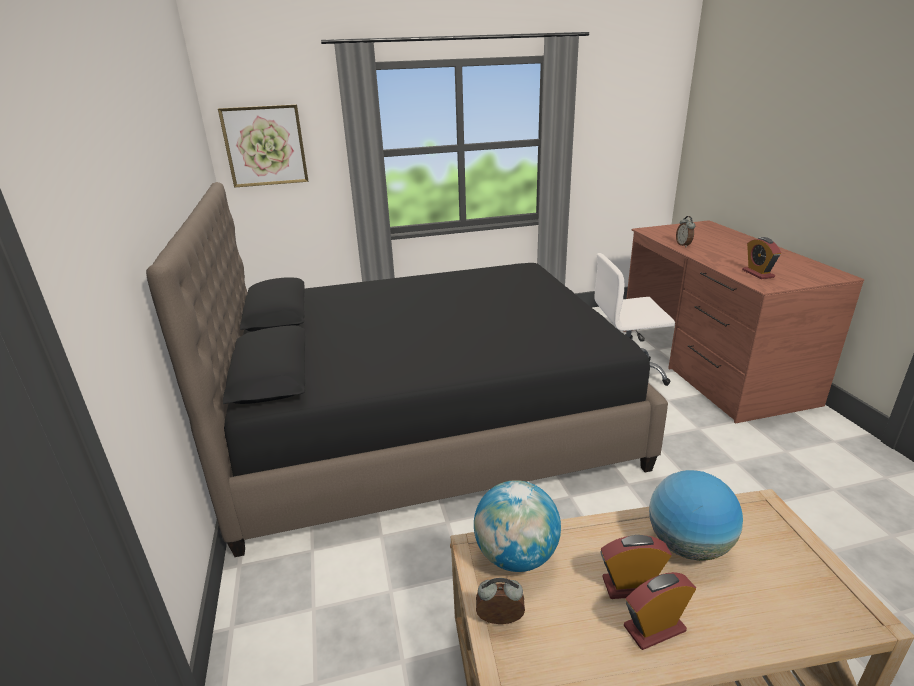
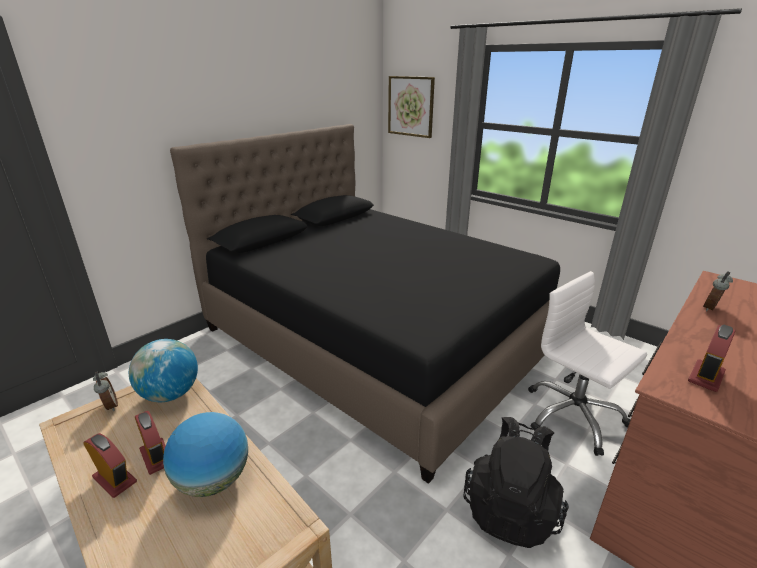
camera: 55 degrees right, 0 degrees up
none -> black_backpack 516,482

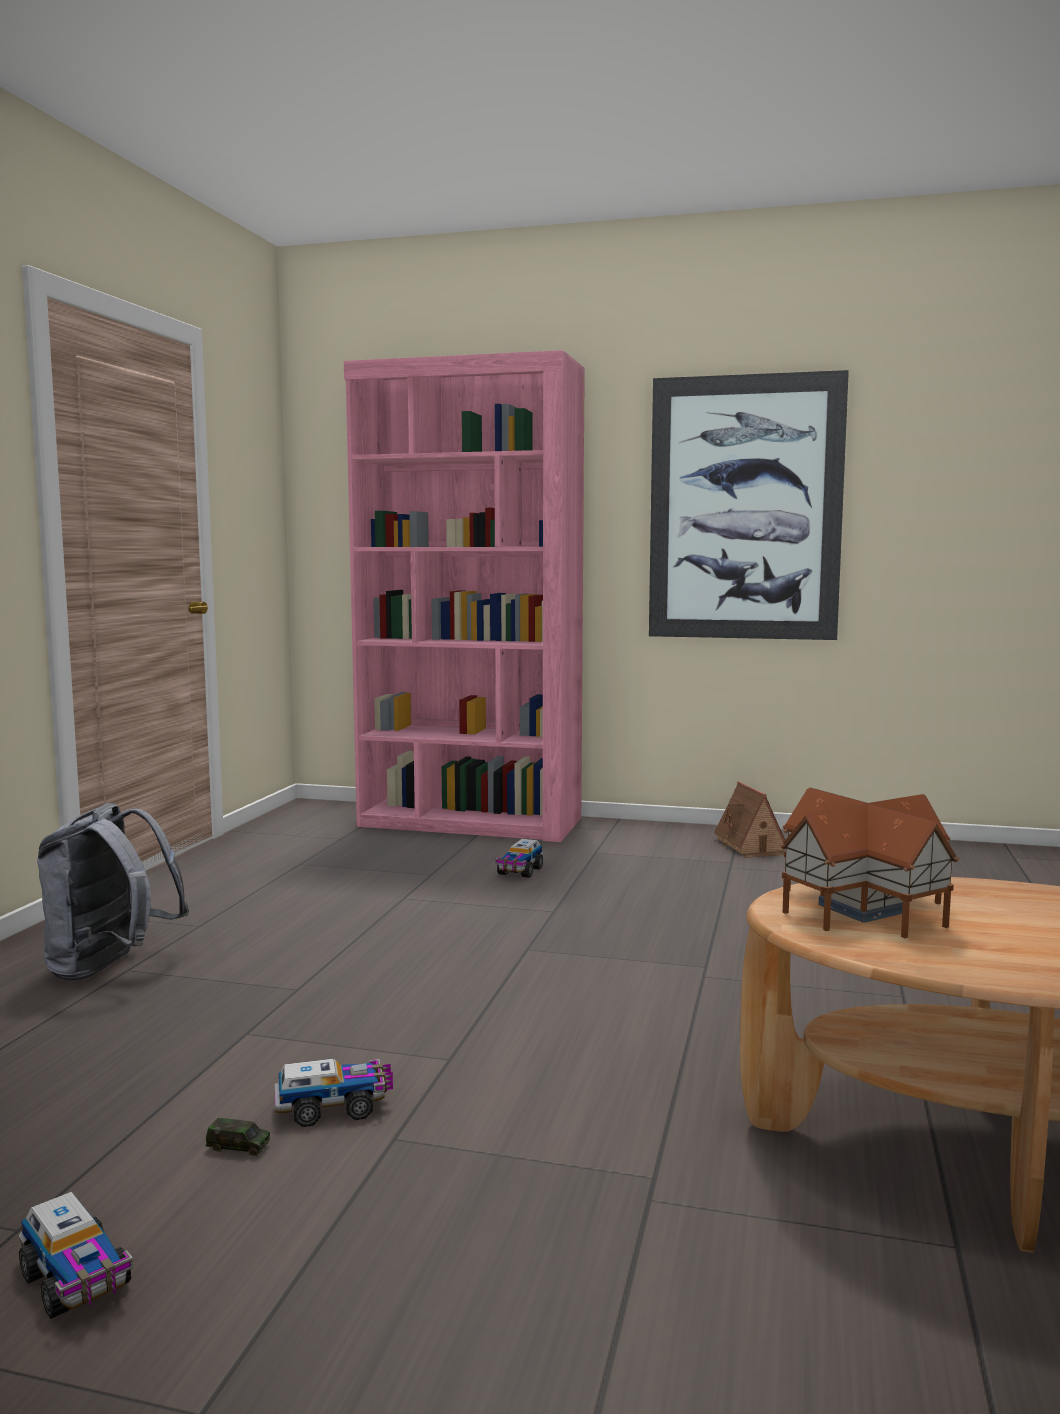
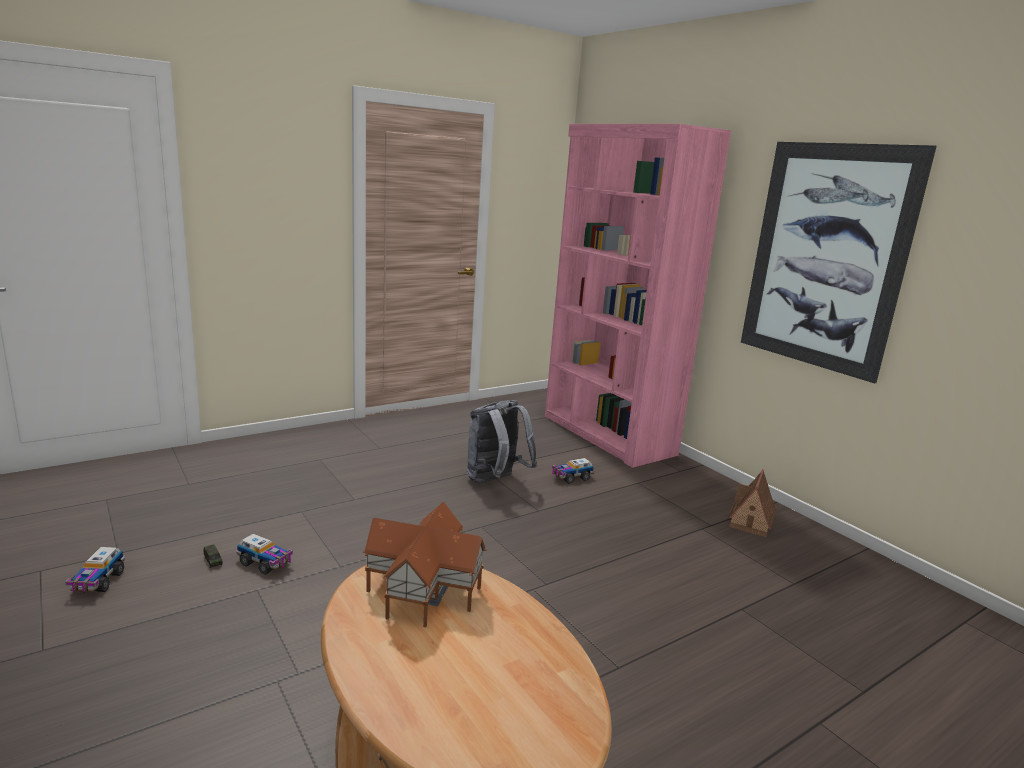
camera: 40 degrees right, 10 degrees up
grey_backpack 113,892 -> grey_backpack 502,441, shifted

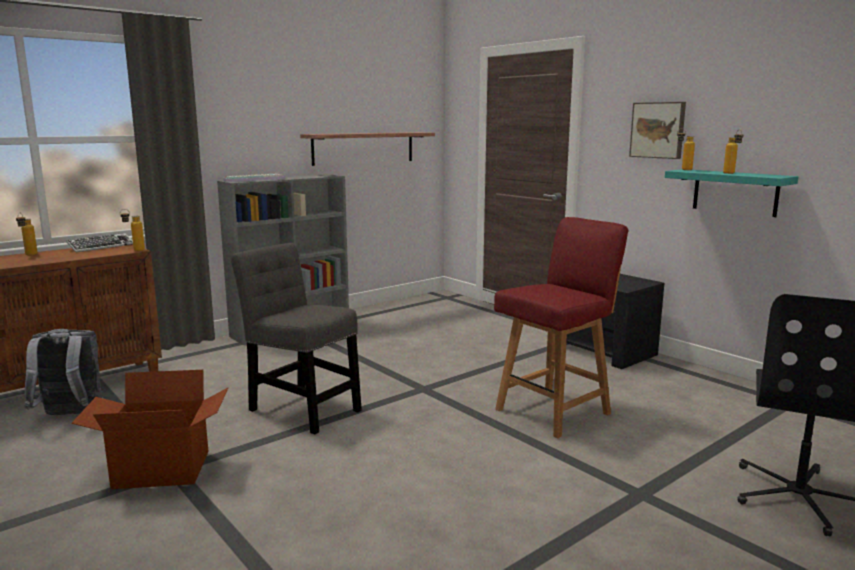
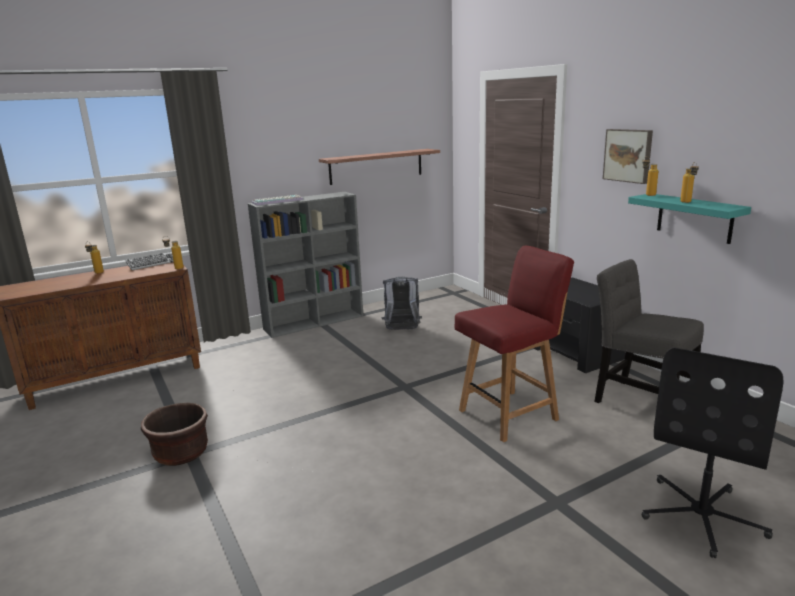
camera: 10 degrees right, 5 degrees up
grey_backpack 64,372 -> grey_backpack 402,303, shifted
cardboard_box 149,429 -> brown_planter 174,434
grey_chair 296,338 -> grey_chair 649,331, shifted

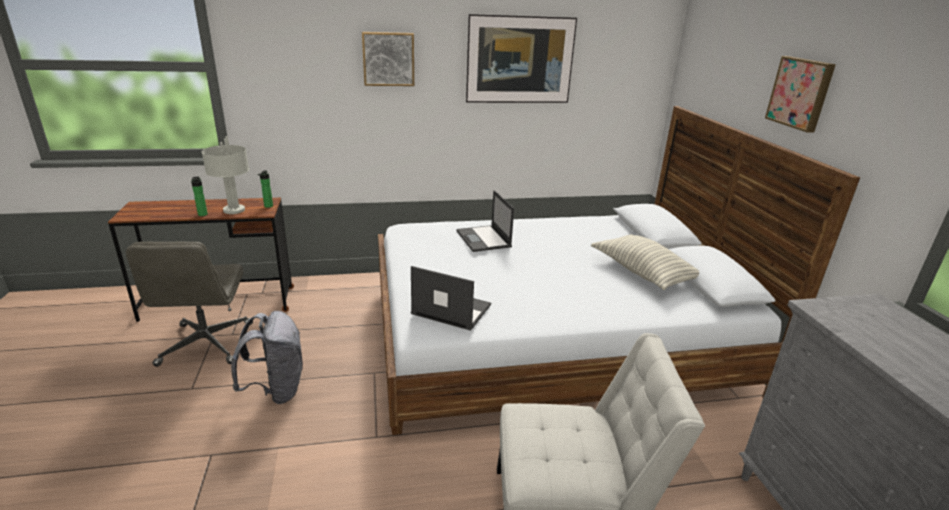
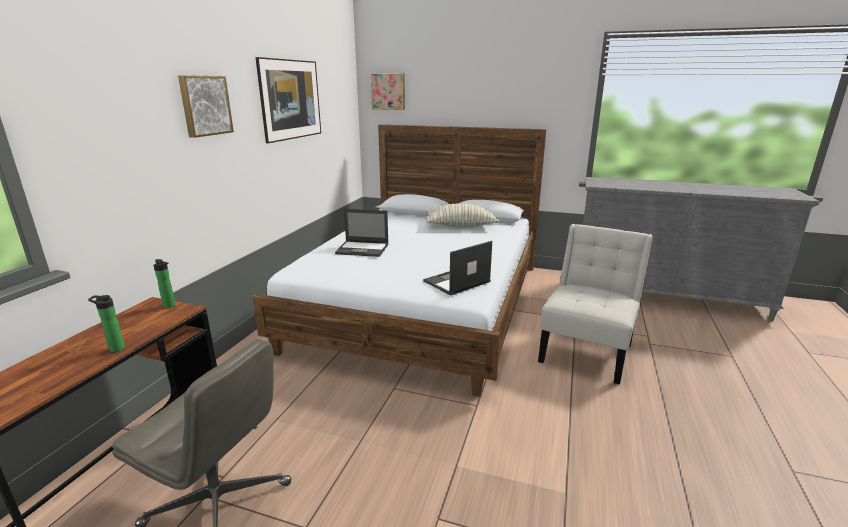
camera: 60 degrees left, 5 degrees down
grey_table_lamp 225,175 -> none
grey_backpack 267,357 -> none
picture 800,94 -> picture 388,91, shifted

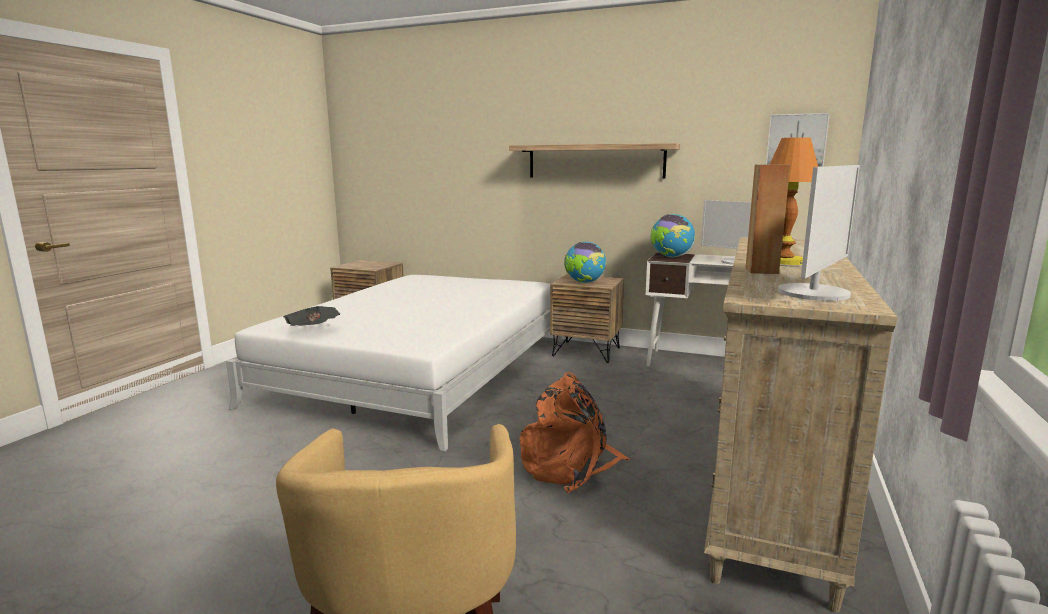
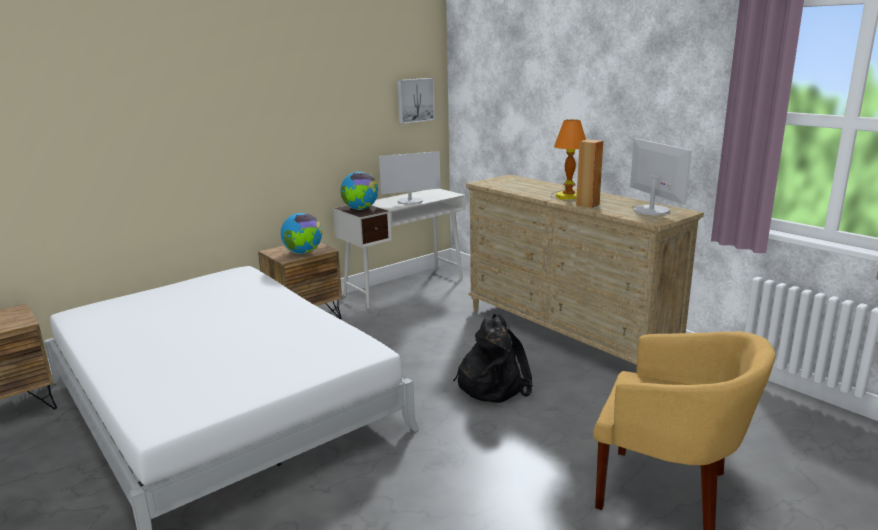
camera: 60 degrees left, 5 degrees up
newspaper 311,316 -> none
shelf 594,160 -> none
orange_backpack 575,432 -> black_backpack 493,358

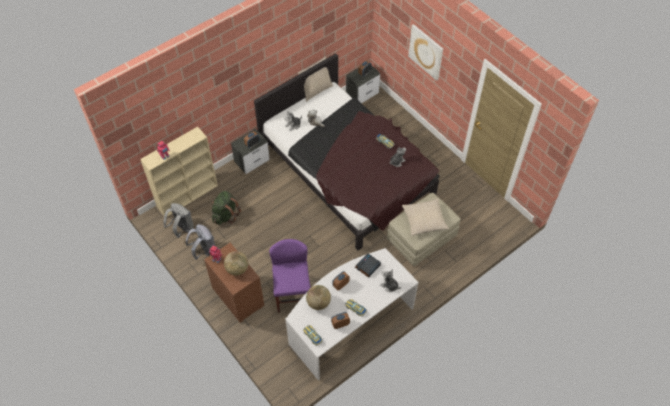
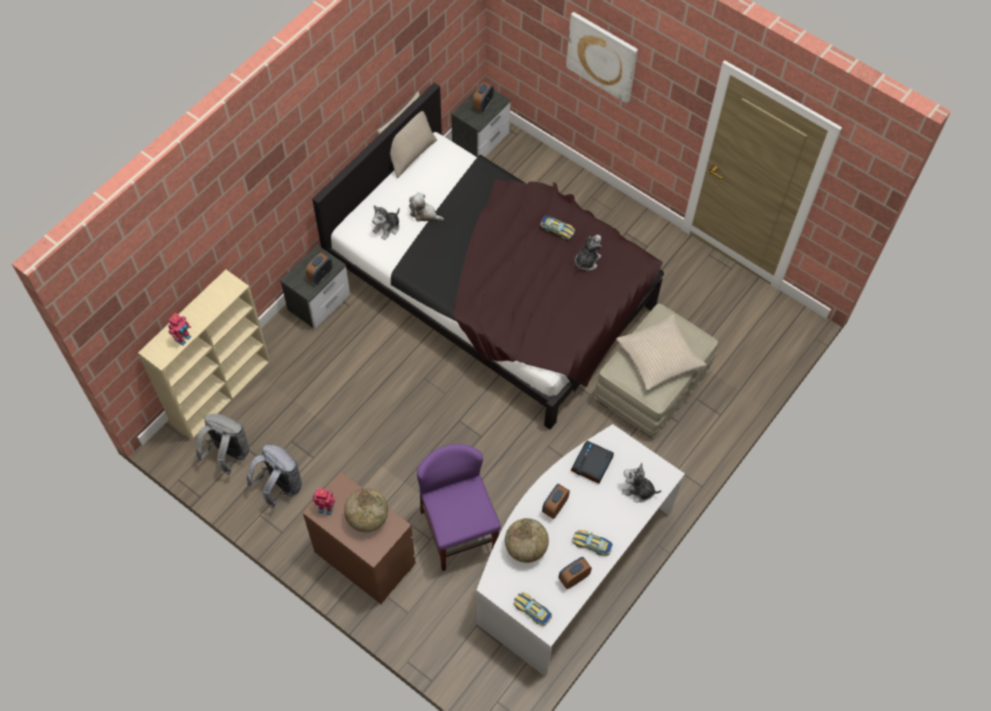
camera: 15 degrees left, 5 degrees up
green_backpack 226,208 -> none

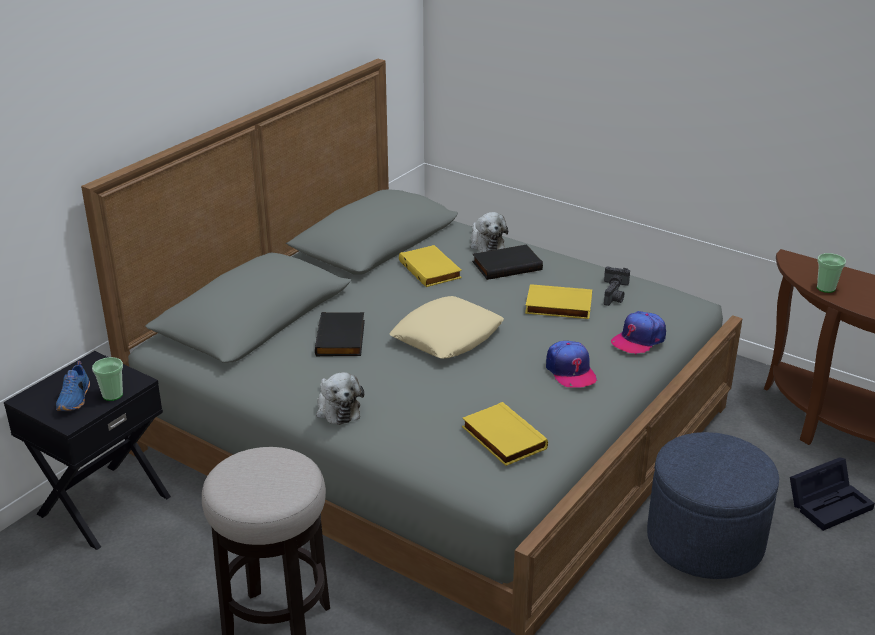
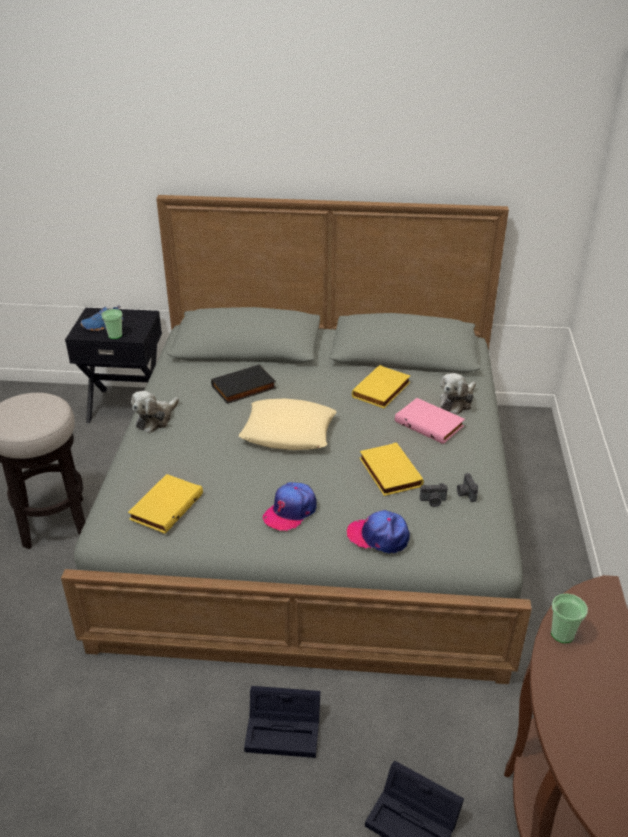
camera: 60 degrees right, 5 degrees up
black_book 507,262 -> pink_book 430,421
blue_ottoman 713,505 -> black_storage_box 282,722

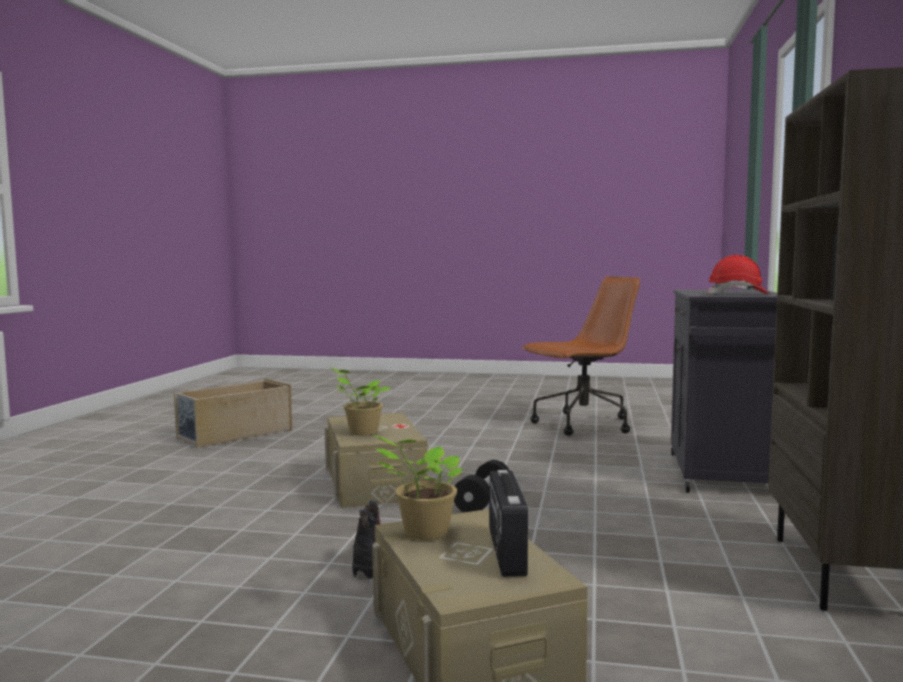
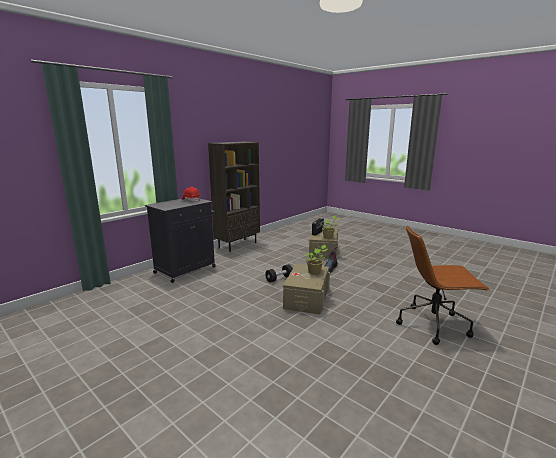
camera: 150 degrees left, 10 degrees up
beige_storage_box 233,413 -> none
brown_office_chair 581,356 -> brown_office_chair 443,285, shifted

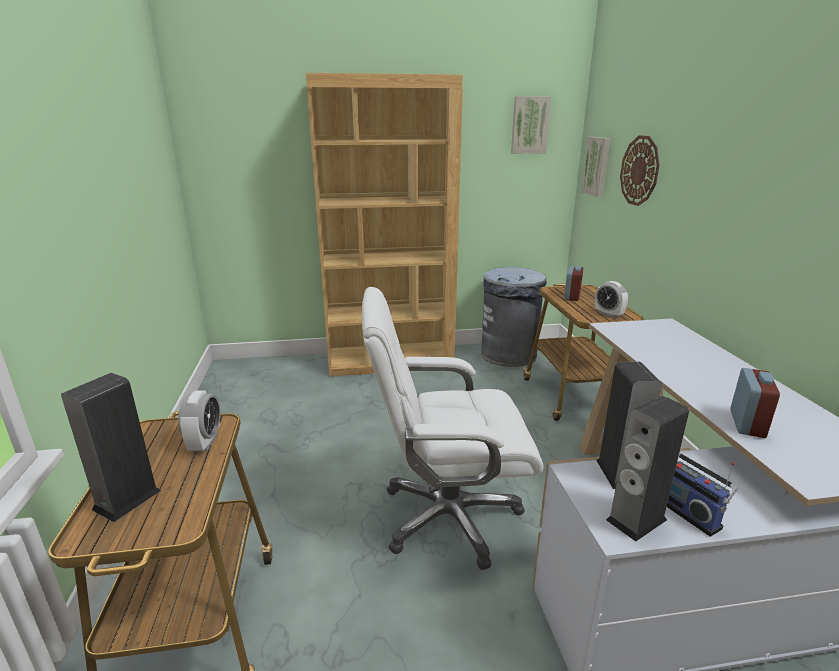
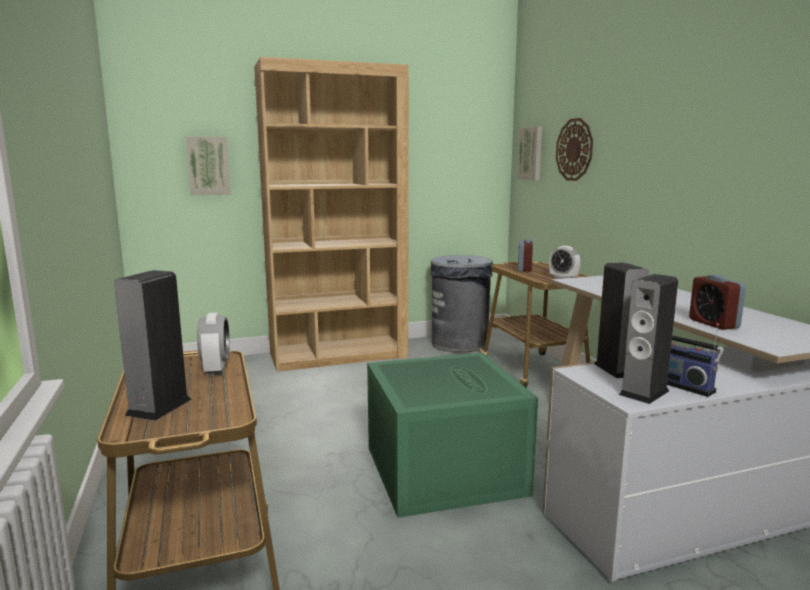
camera: 10 degrees left, 10 degrees down
white_office_chair 452,428 -> green_storage_box 452,435
picture 531,125 -> picture 208,166, shifted
alarm_clock 755,403 -> alarm_clock 717,302, 150 degrees clockwise

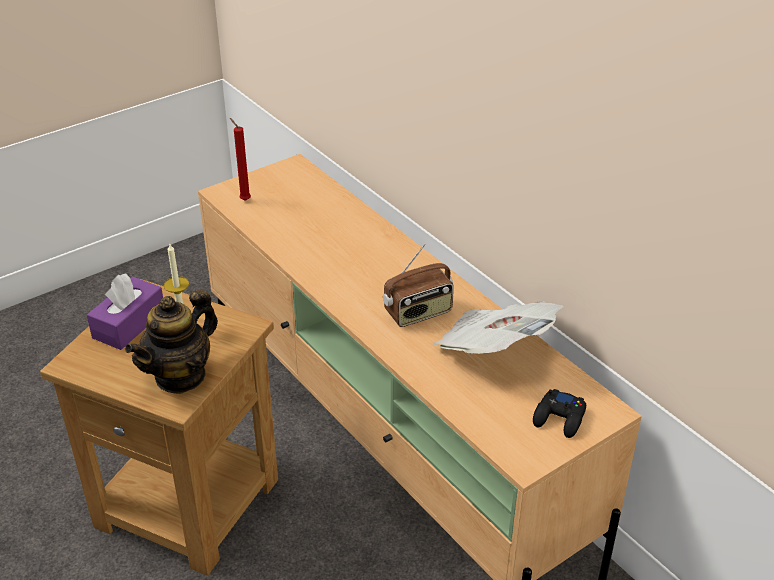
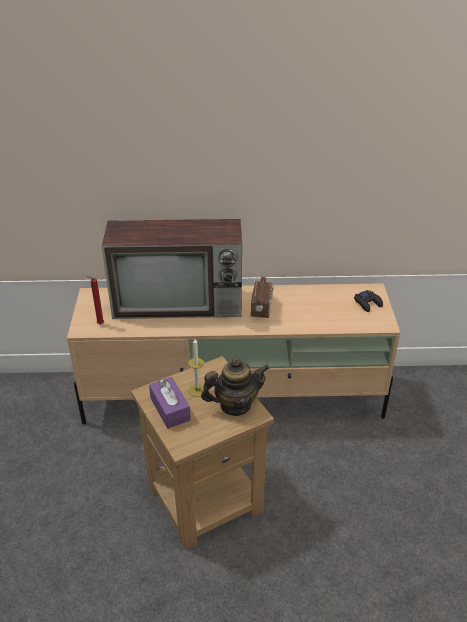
camera: 55 degrees left, 0 degrees up
teapot 171,341 -> teapot 235,387, 90 degrees counterclockwise
newspaper 498,327 -> none
none -> television 172,269

